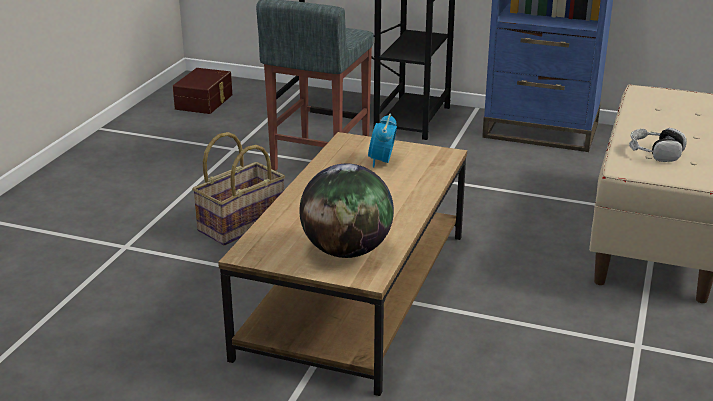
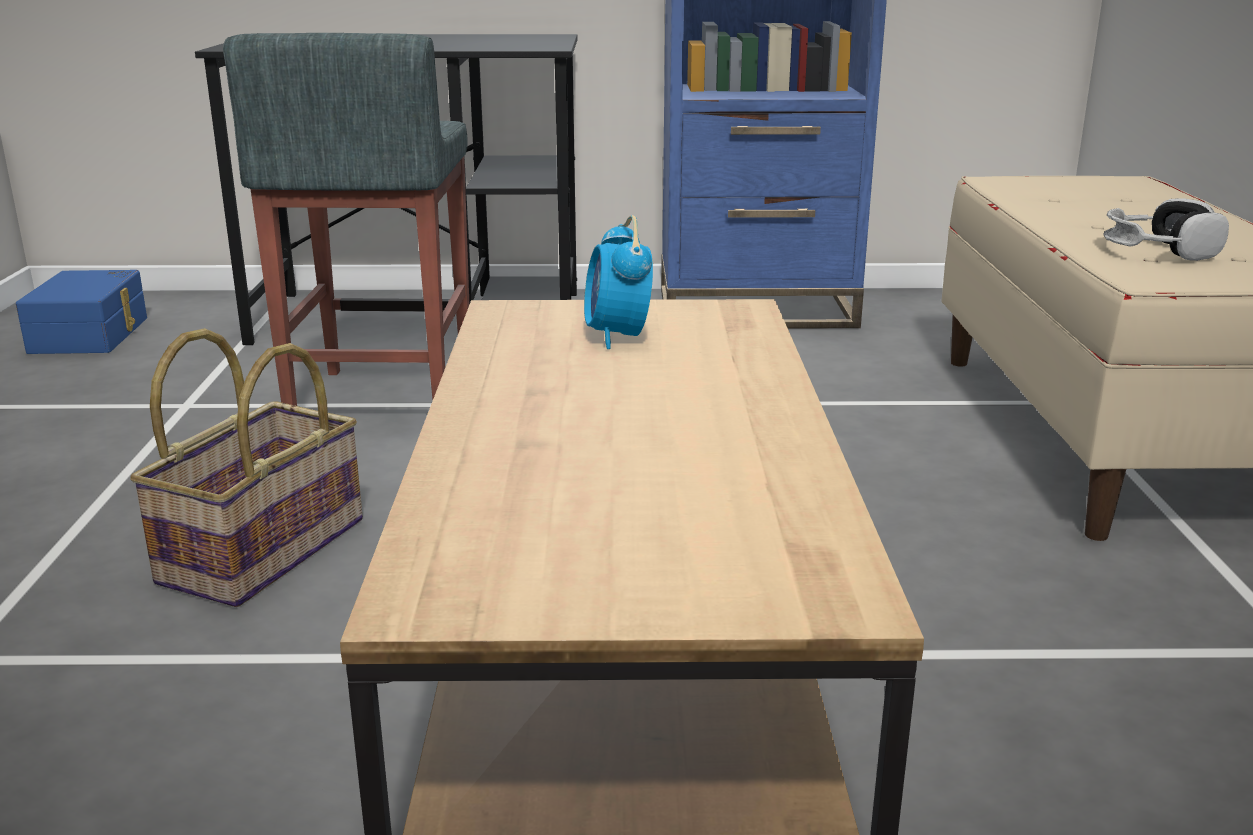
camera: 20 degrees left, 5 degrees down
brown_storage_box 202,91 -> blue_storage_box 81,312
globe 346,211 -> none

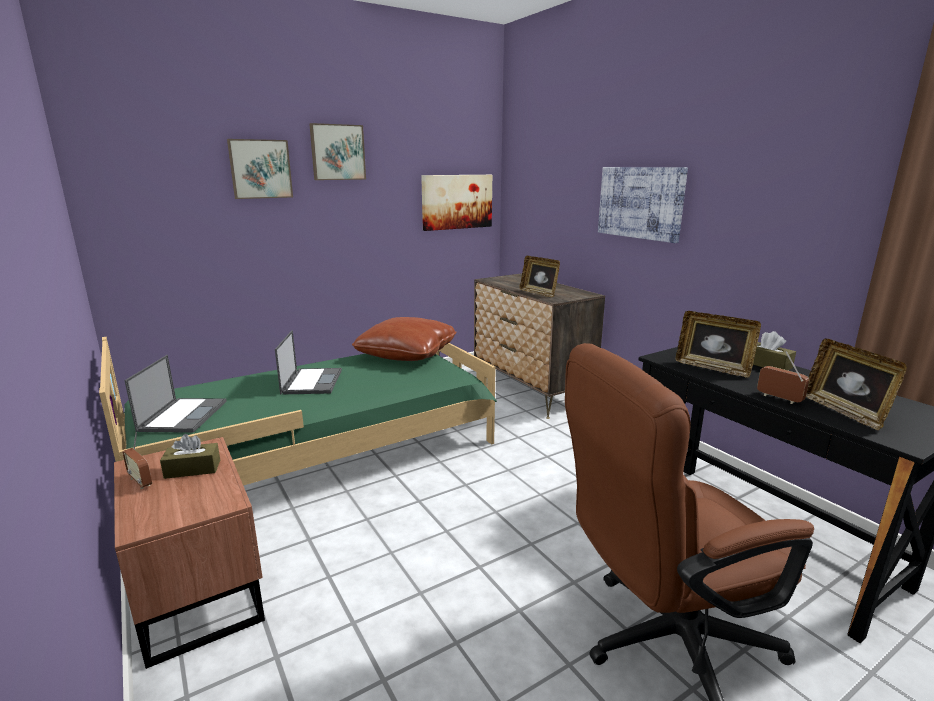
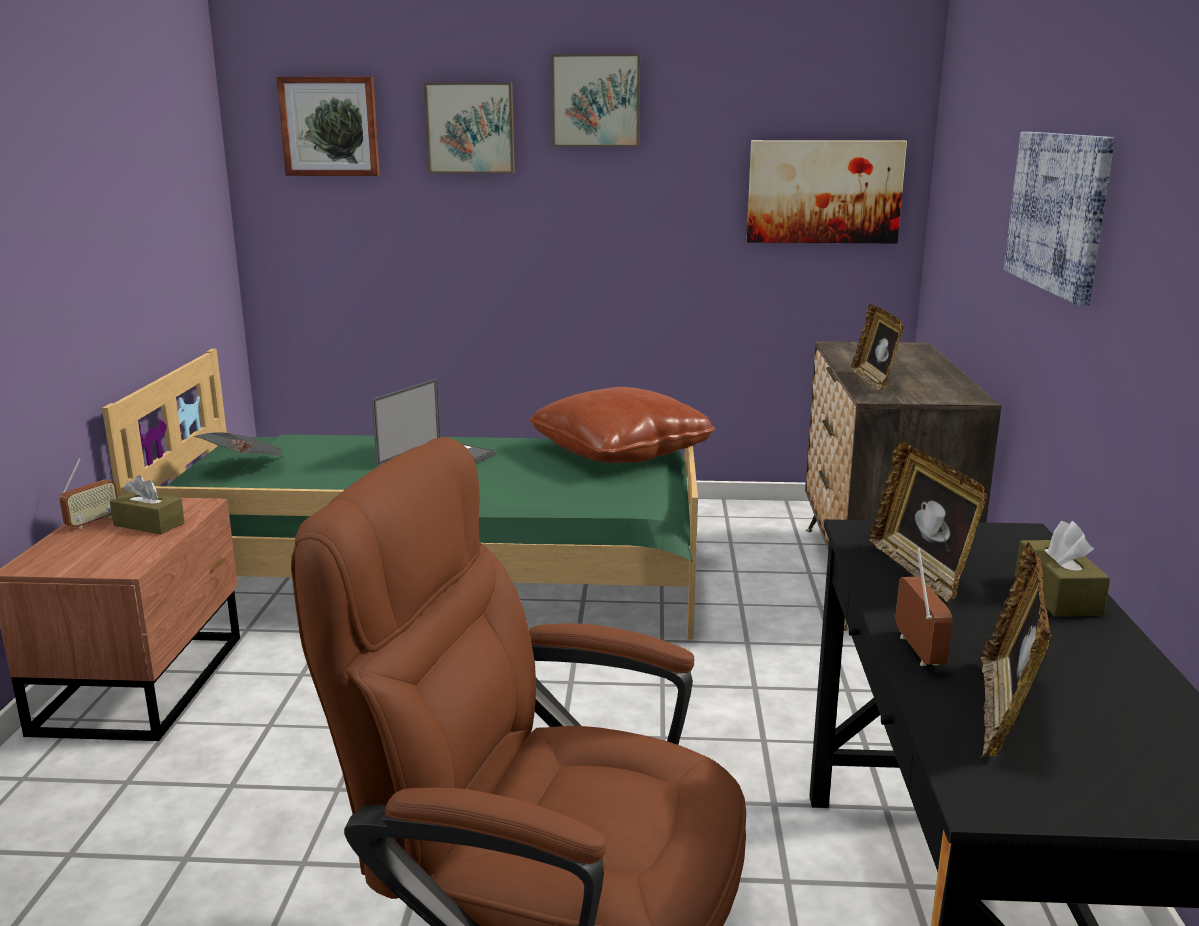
camera: 35 degrees right, 0 degrees up
radio 137,460 -> radio 88,493, 135 degrees counterclockwise
laptop 175,394 -> newspaper 238,443
none -> picture 328,126

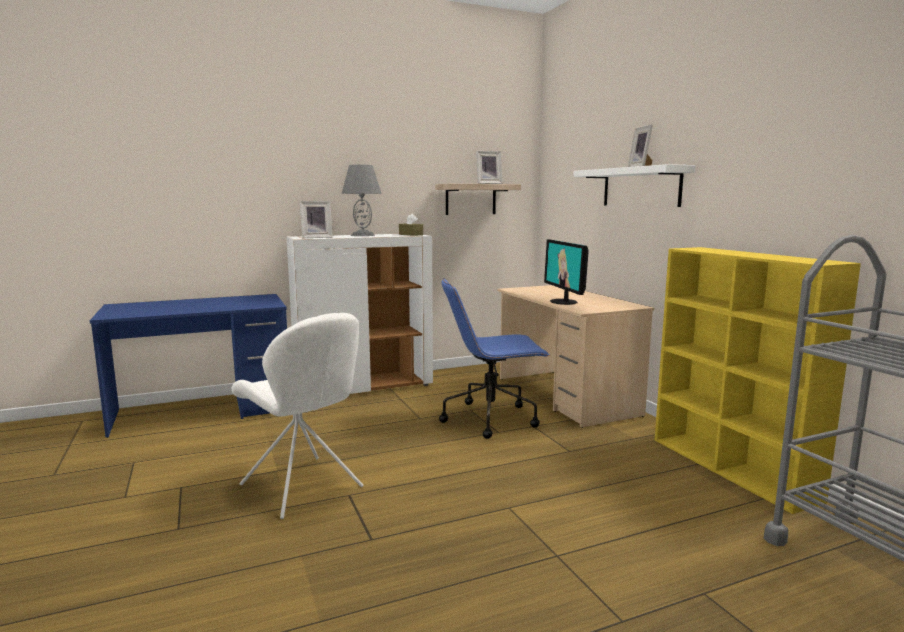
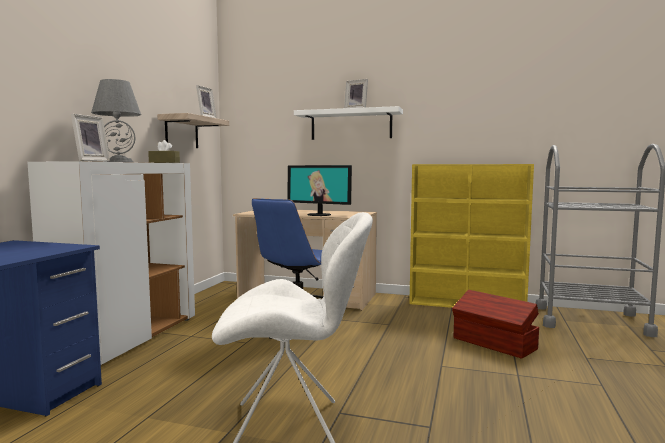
camera: 50 degrees left, 5 degrees down
none -> brown_storage_box 495,324

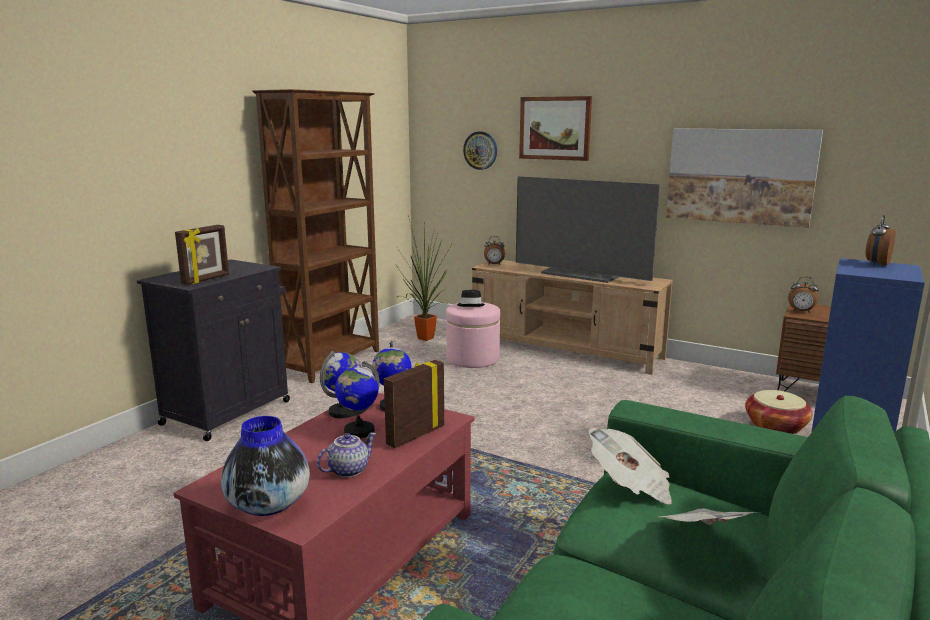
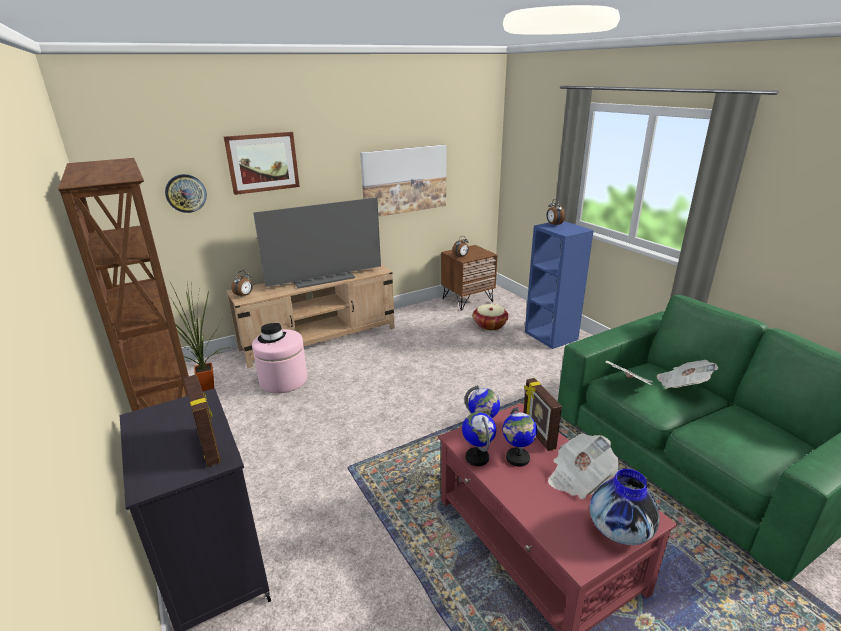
camera: 60 degrees left, 10 degrees up
teapot 346,454 -> newspaper 583,466

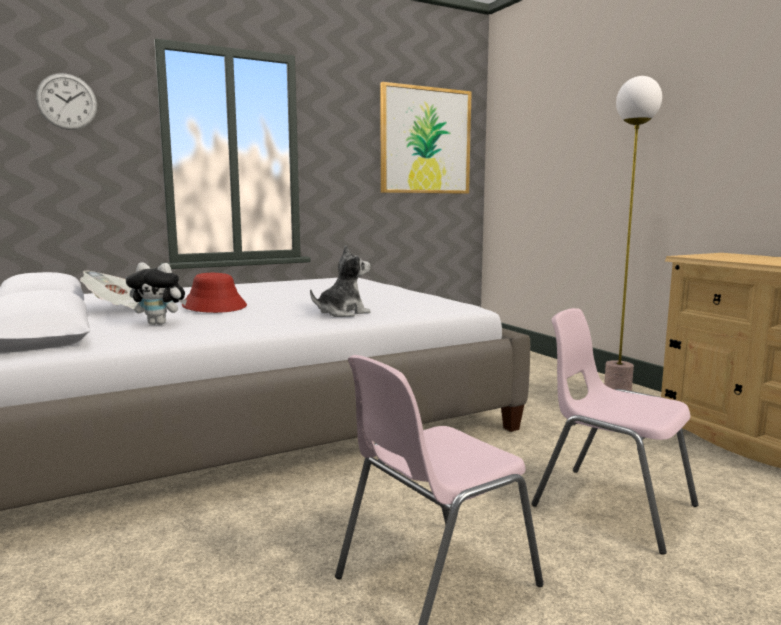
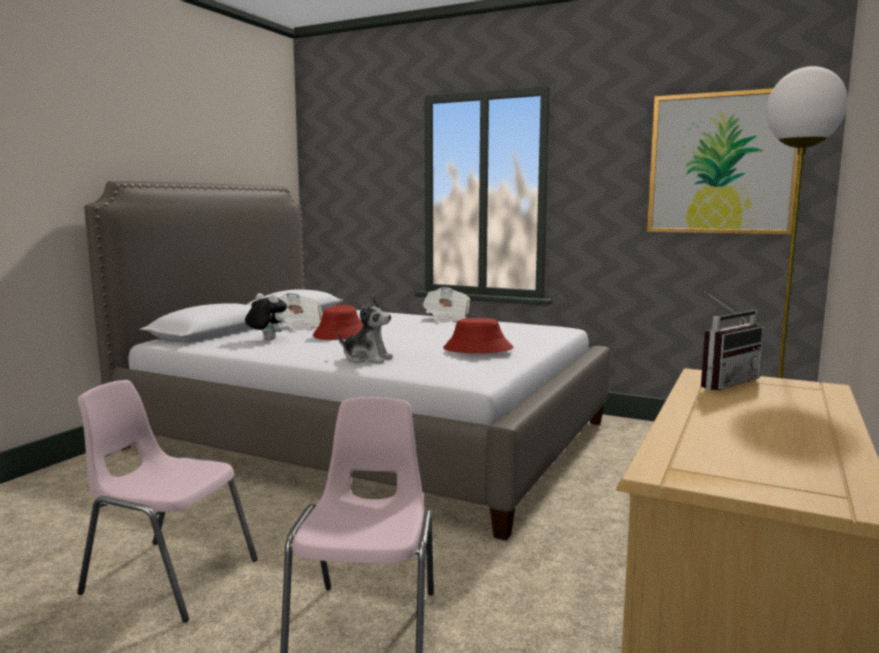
camera: 55 degrees right, 0 degrees up
wall_clock 66,101 -> none
plush_toy 156,293 -> plush_toy 266,316, 150 degrees clockwise
none -> newspaper 446,305
none -> red_hat 478,335
none -> radio 732,341

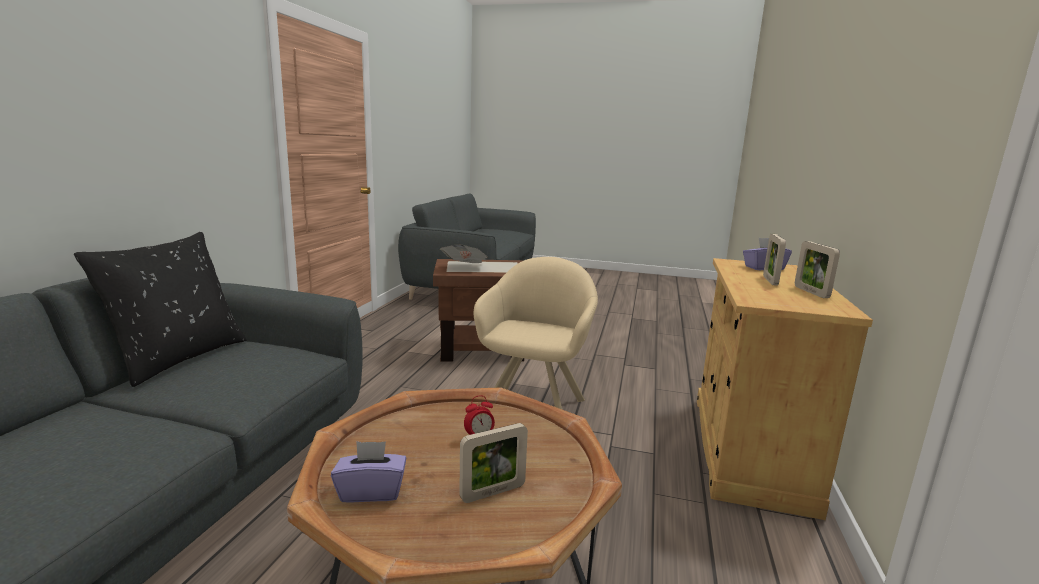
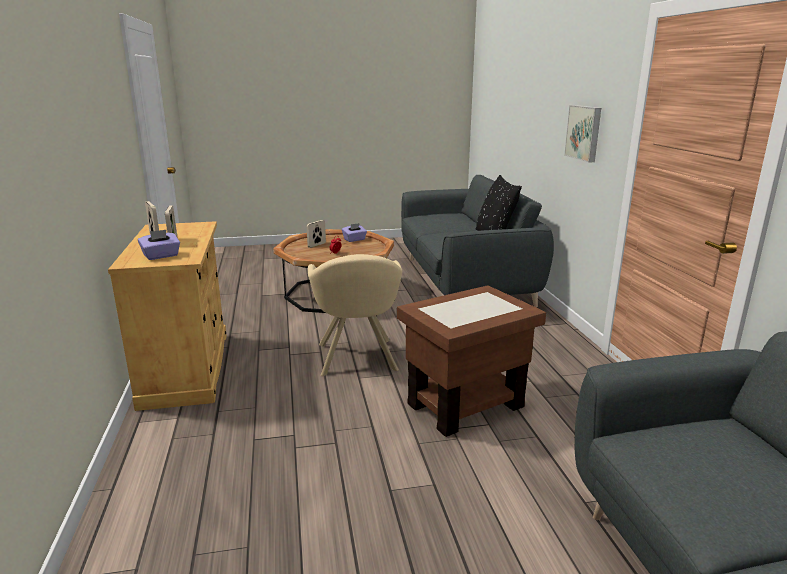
camera: 155 degrees right, 5 degrees up
newspaper 464,254 -> none
none -> picture 582,133

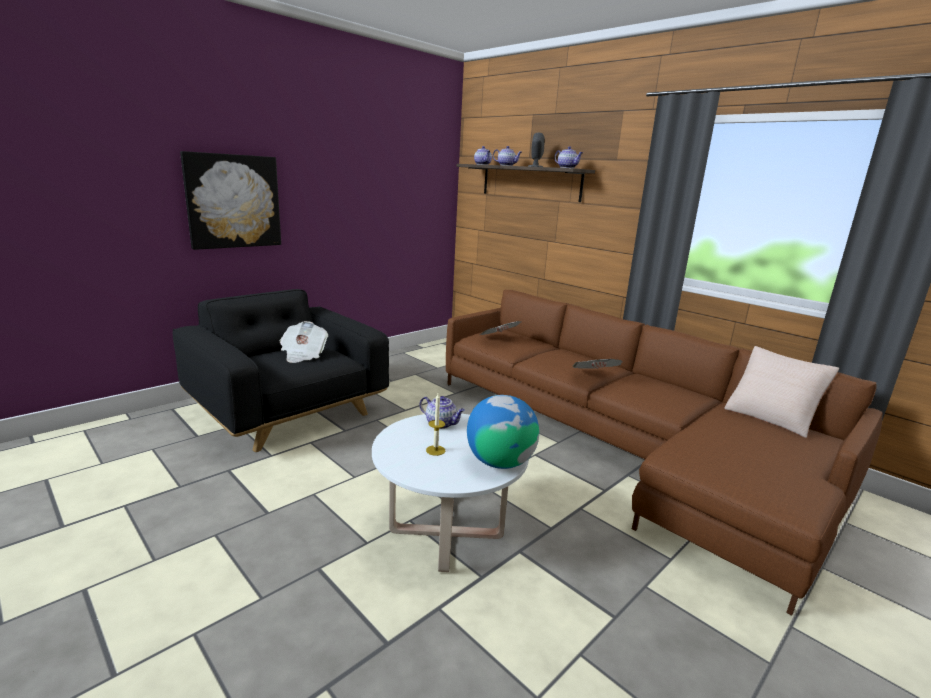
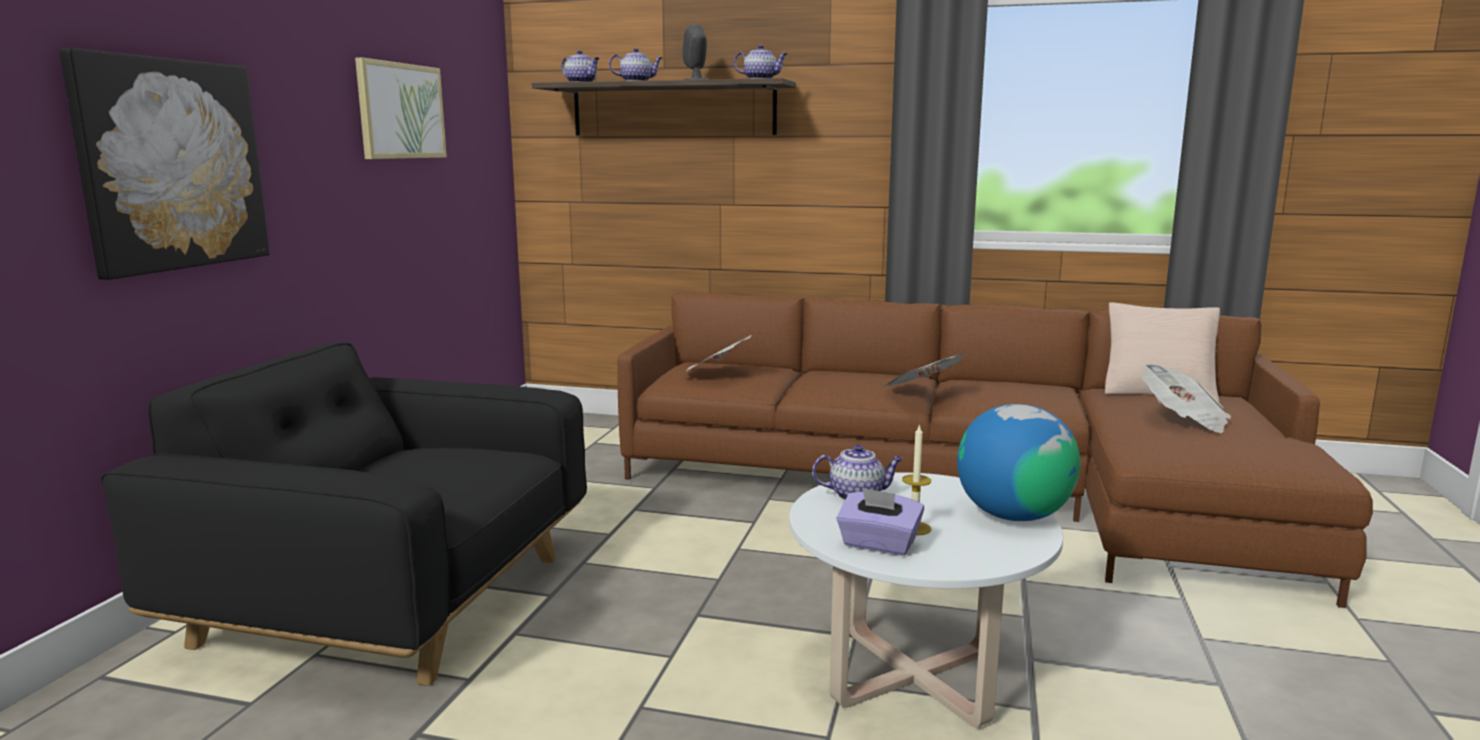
camera: 30 degrees left, 5 degrees down
newspaper 304,342 -> newspaper 1186,398, shifted
none -> picture 401,108
none -> purple_tissue_box 880,521

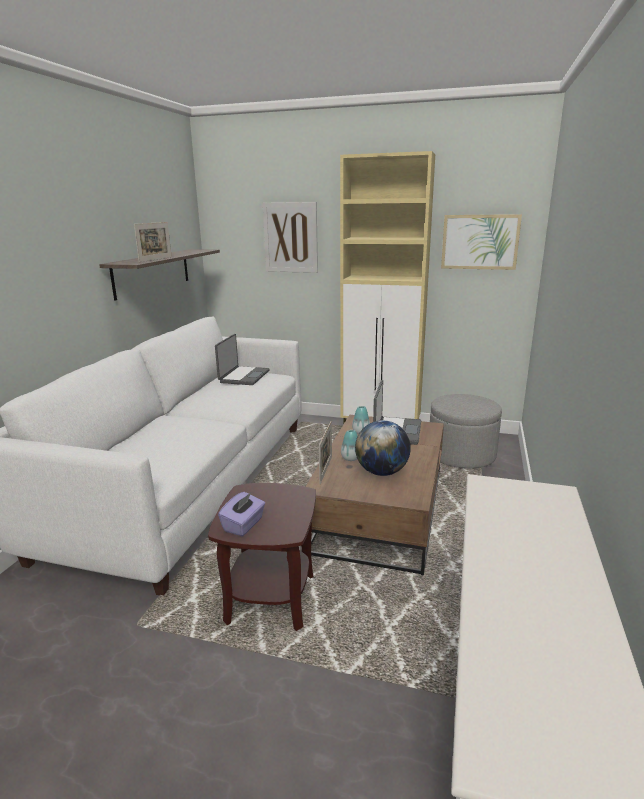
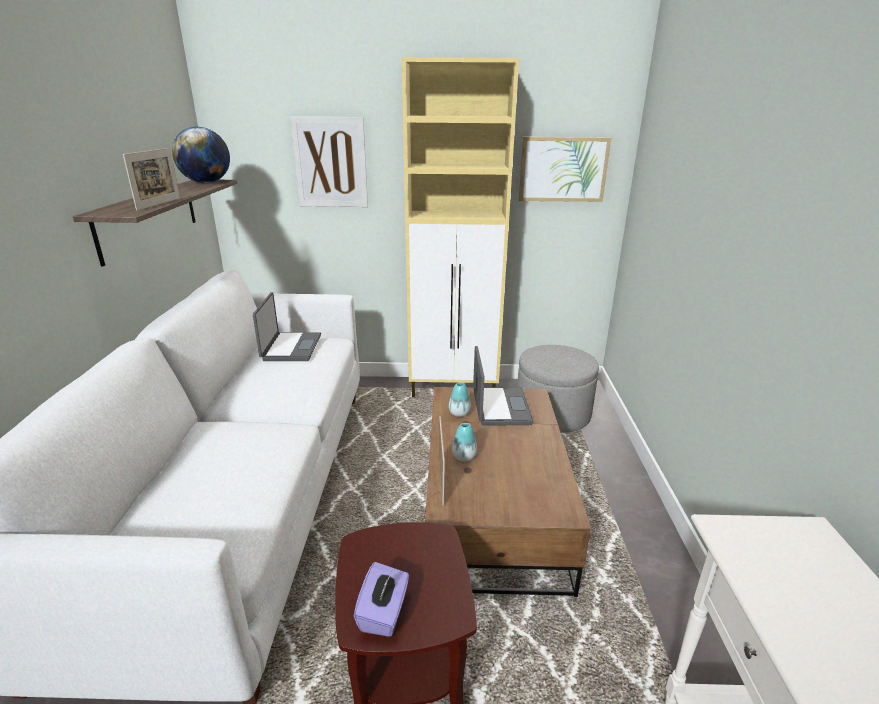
camera: 15 degrees left, 5 degrees up
globe 383,448 -> globe 201,155, shifted

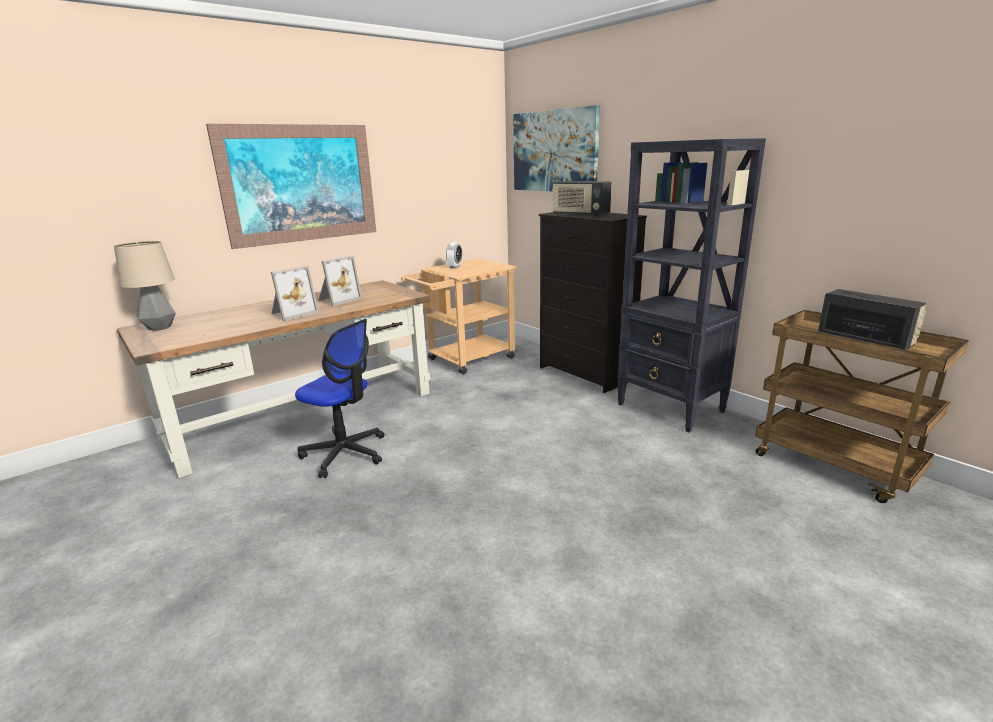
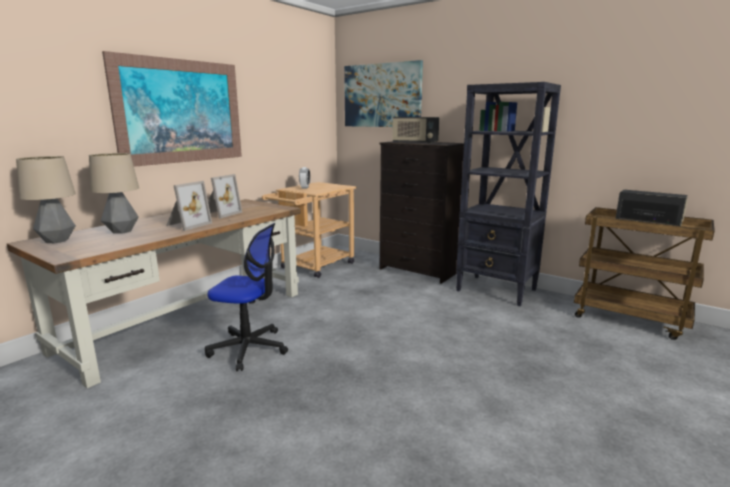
camera: 15 degrees left, 5 degrees down
none -> table_lamp 114,193

